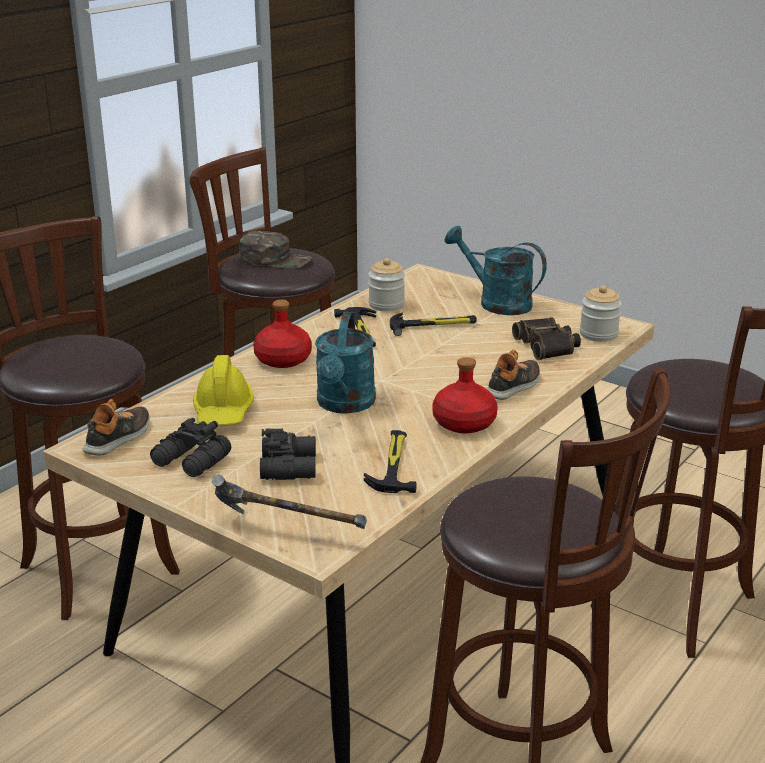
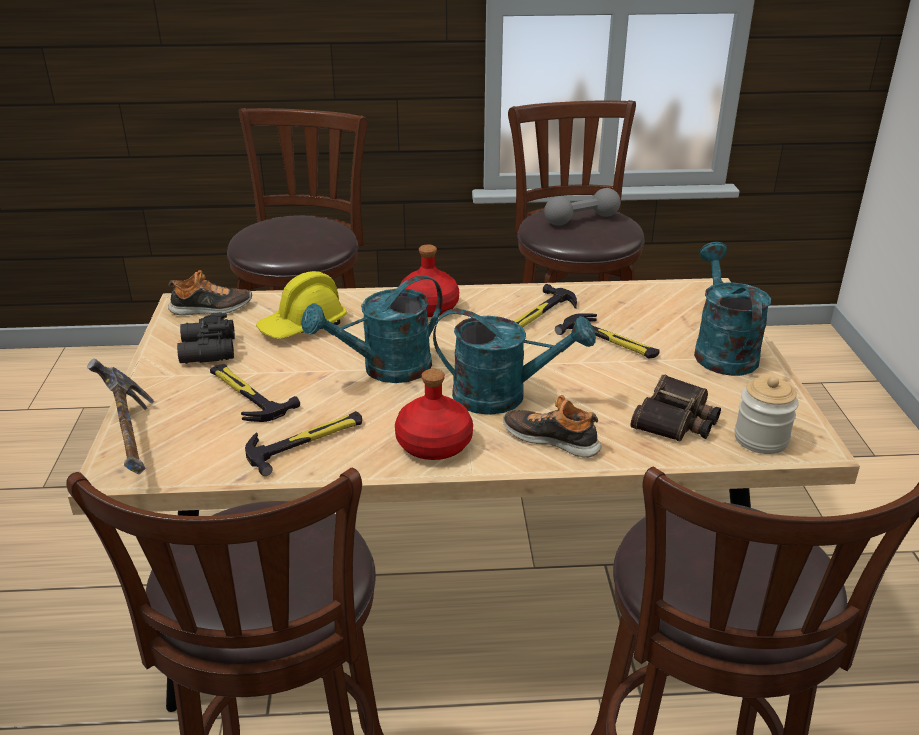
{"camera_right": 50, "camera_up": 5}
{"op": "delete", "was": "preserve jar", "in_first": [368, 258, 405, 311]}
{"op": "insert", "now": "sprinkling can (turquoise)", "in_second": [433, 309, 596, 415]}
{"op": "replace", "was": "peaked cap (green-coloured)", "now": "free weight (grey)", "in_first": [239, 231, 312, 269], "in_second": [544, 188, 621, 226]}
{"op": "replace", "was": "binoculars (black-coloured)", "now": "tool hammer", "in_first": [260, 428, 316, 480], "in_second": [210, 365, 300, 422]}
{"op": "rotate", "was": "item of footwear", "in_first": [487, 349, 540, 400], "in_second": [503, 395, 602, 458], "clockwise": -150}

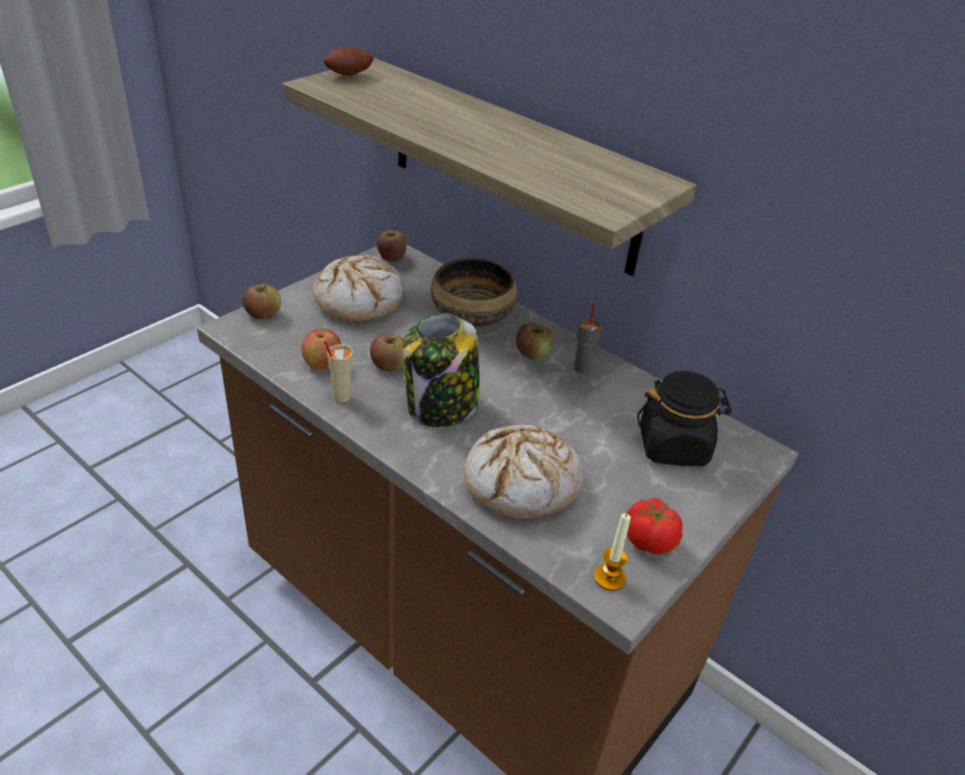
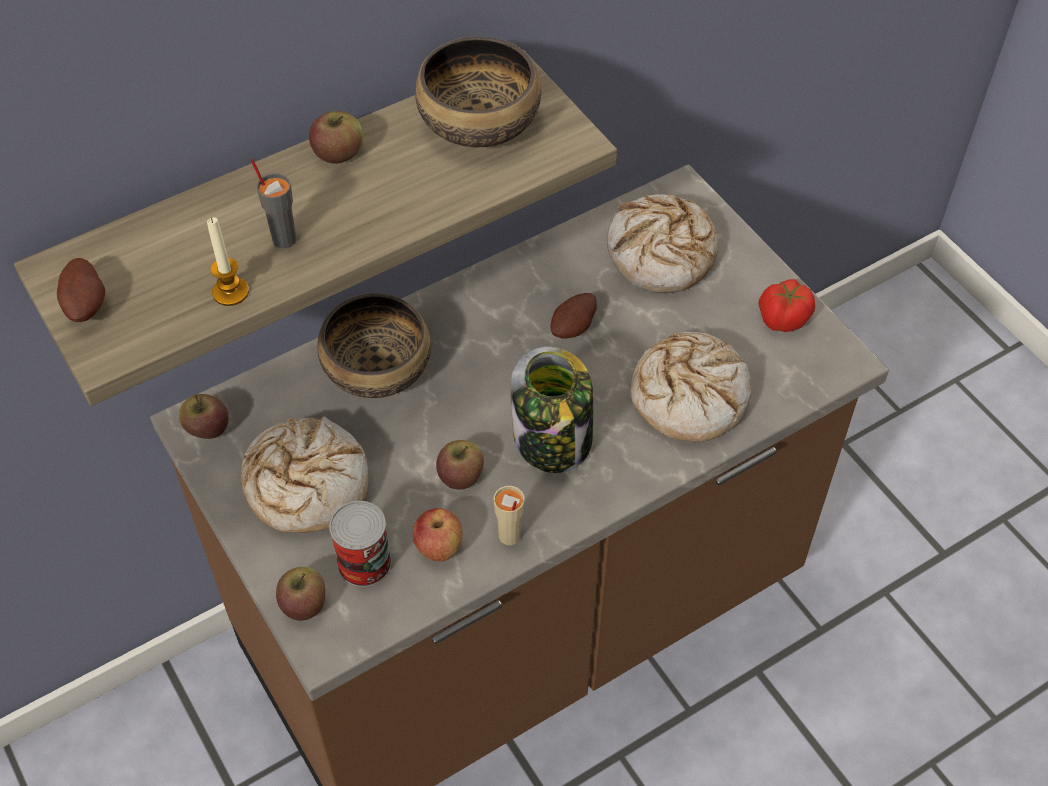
{"camera_right": -70, "camera_up": 15}
{"op": "insert", "now": "metal can", "in_second": [329, 501, 392, 587]}
{"op": "insert", "now": "serving bowl", "in_second": [415, 36, 541, 147]}
{"op": "insert", "now": "potato", "in_second": [551, 293, 597, 338]}
{"op": "move", "was": "apple fruit", "in_first": [516, 323, 553, 360], "in_second": [309, 111, 363, 164]}
{"op": "move", "was": "small cup (grey)", "in_first": [574, 303, 602, 373], "in_second": [251, 159, 296, 248]}
{"op": "move", "was": "wax candle", "in_first": [594, 513, 631, 591], "in_second": [207, 217, 249, 306]}
{"op": "replace", "was": "preserve jar (black-coloured)", "now": "baked bread", "in_first": [637, 371, 732, 466], "in_second": [607, 194, 718, 293]}

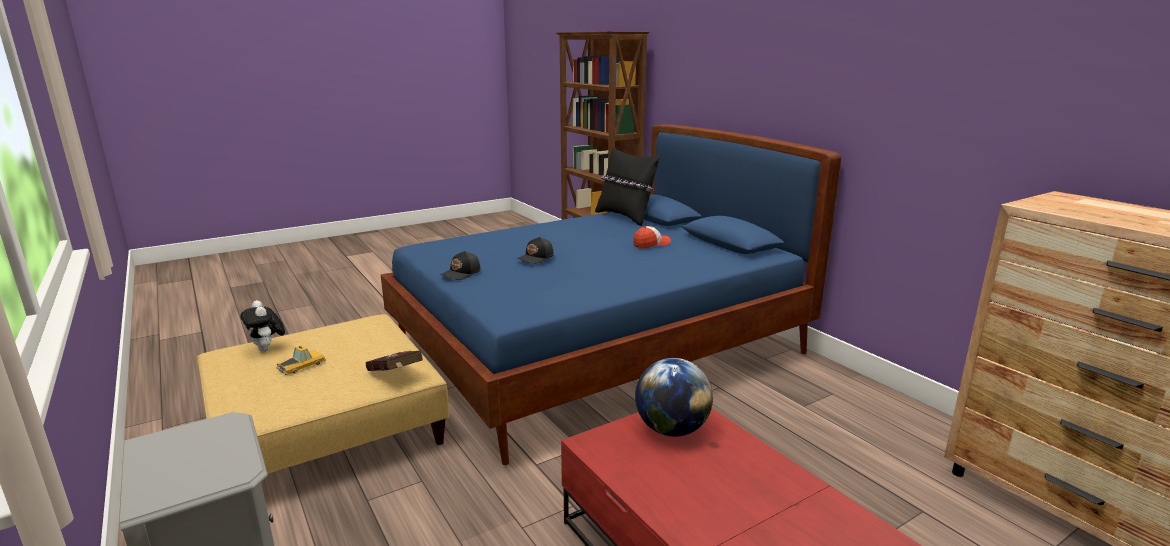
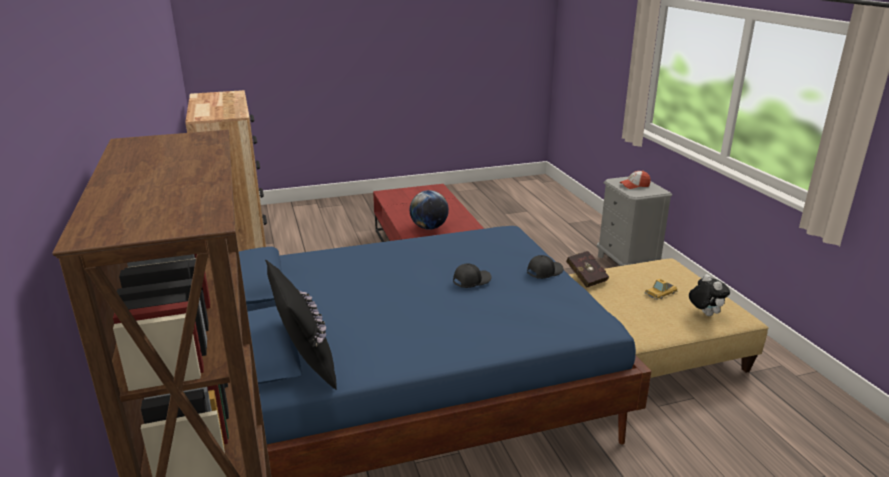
{"camera_right": -165, "camera_up": 5}
{"op": "move", "was": "peaked cap", "in_first": [633, 226, 671, 249], "in_second": [620, 171, 651, 189]}

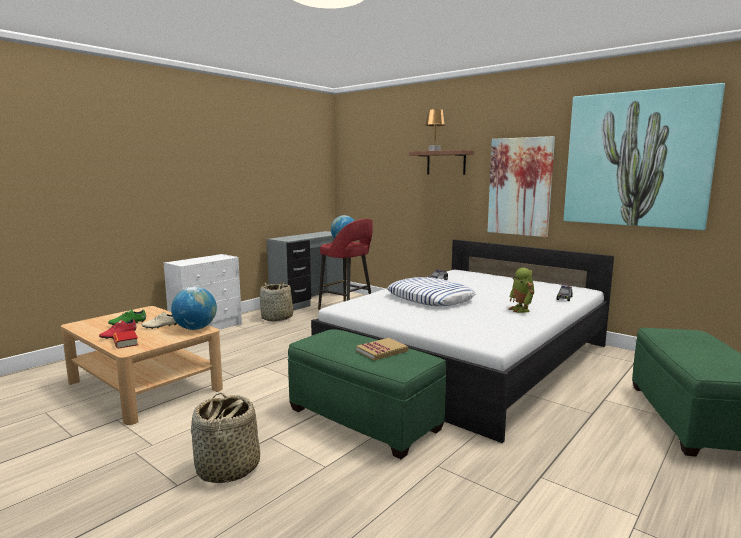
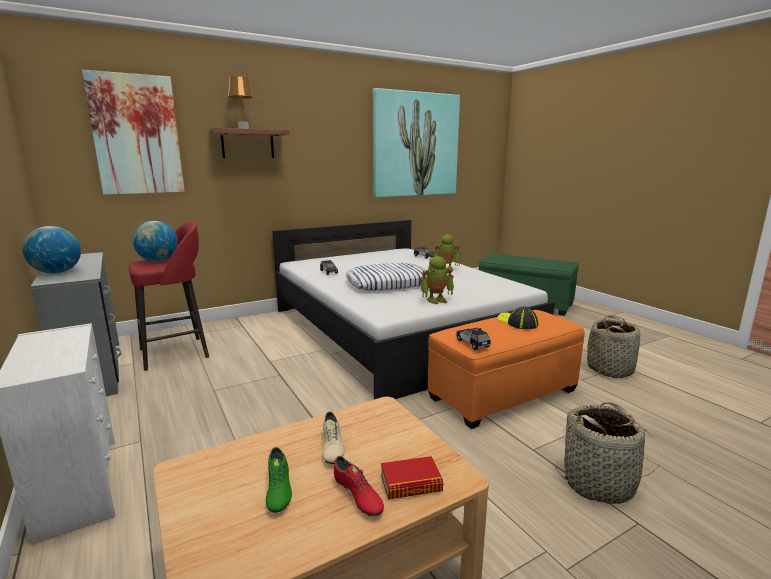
{"camera_right": -70, "camera_up": 5}
{"op": "insert", "now": "model robot", "in_second": [420, 256, 454, 304]}
{"op": "insert", "now": "model car", "in_second": [456, 328, 491, 350]}
{"op": "move", "was": "world globe", "in_first": [171, 287, 217, 330], "in_second": [22, 226, 81, 274]}
{"op": "move", "was": "basket", "in_first": [260, 281, 293, 321], "in_second": [587, 315, 640, 378]}
{"op": "move", "was": "picture", "in_first": [487, 136, 555, 237], "in_second": [82, 70, 185, 195]}
{"op": "replace", "was": "bound book", "now": "peaked cap", "in_first": [356, 338, 408, 360], "in_second": [498, 307, 538, 329]}
{"op": "recolor", "was": "ottoman (green-coloured)", "now": "ottoman (orangey)", "in_first": [288, 329, 446, 459], "in_second": [428, 310, 585, 429]}

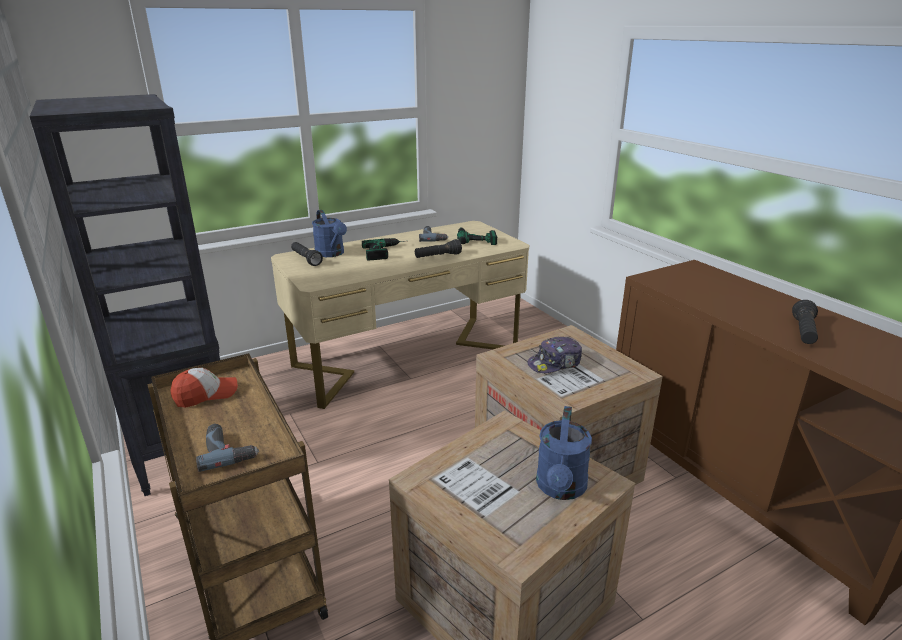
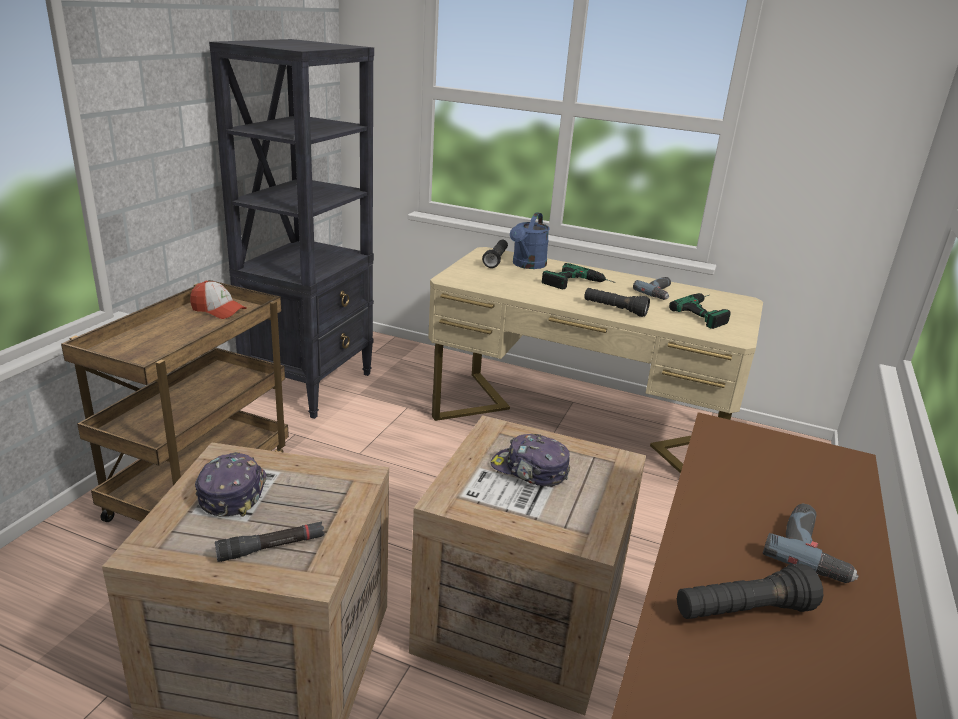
{"camera_right": 50, "camera_up": 0}
{"op": "insert", "now": "peaked cap", "in_second": [195, 452, 266, 517]}
{"op": "move", "was": "drill", "in_first": [196, 424, 259, 472], "in_second": [762, 504, 858, 583]}
{"op": "replace", "was": "sprinkling can (blue-coloured)", "now": "flashlight (black-coloured)", "in_first": [536, 406, 592, 500], "in_second": [215, 522, 325, 562]}

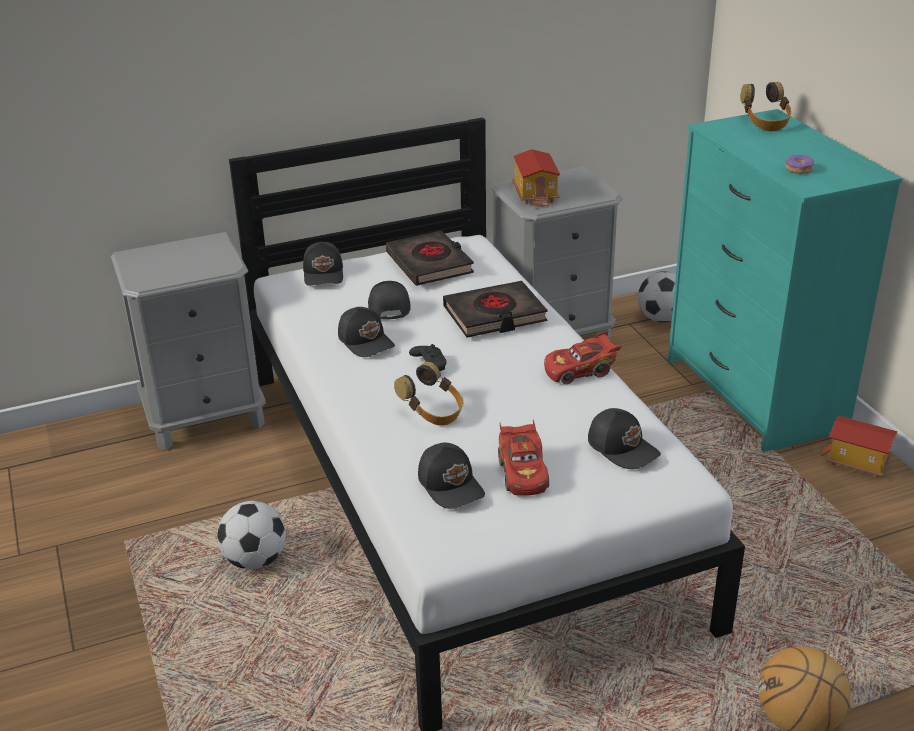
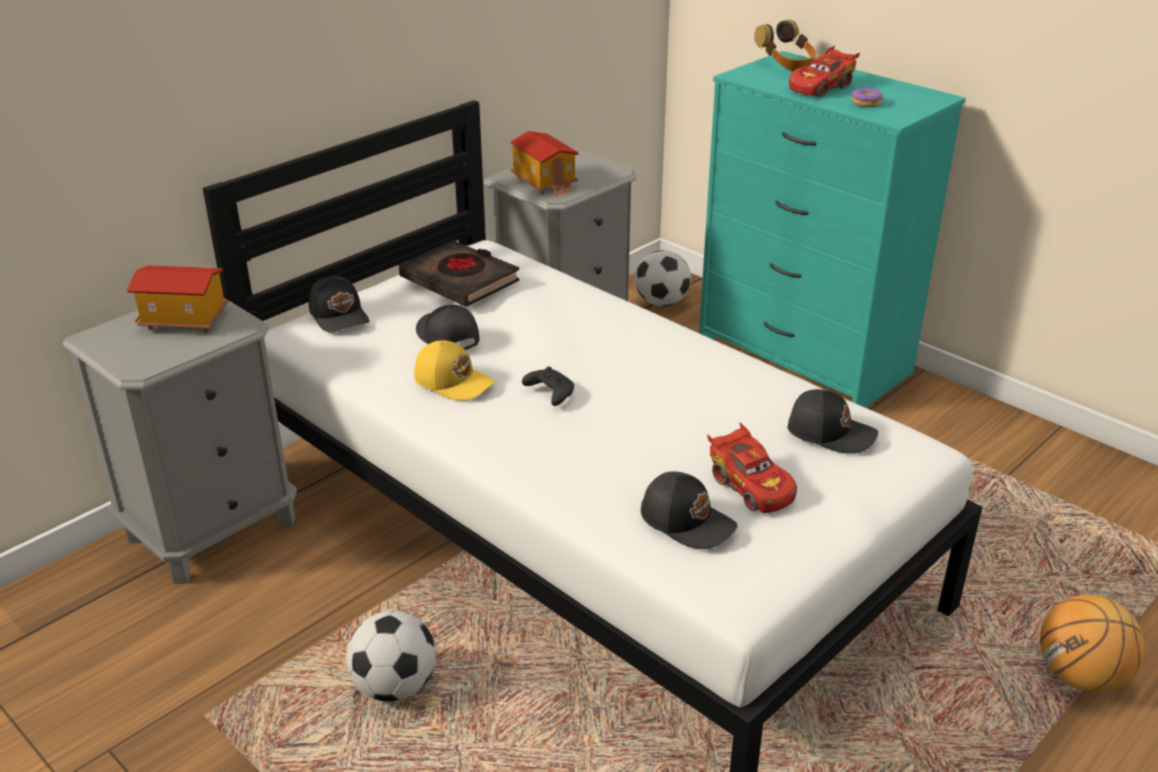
{"camera_right": -25, "camera_up": 0}
{"op": "delete", "was": "headphones", "in_first": [394, 362, 463, 426]}
{"op": "delete", "was": "bound book (black-coloured)", "in_first": [443, 281, 547, 338]}
{"op": "move", "was": "model car (reddish)", "in_first": [544, 331, 622, 384], "in_second": [789, 46, 860, 97]}
{"op": "move", "was": "miniature house", "in_first": [821, 416, 897, 477], "in_second": [127, 265, 229, 333]}
{"op": "recolor", "was": "peaked cap (black-coloured)", "now": "peaked cap (yellow-coloured)", "in_first": [338, 307, 395, 357], "in_second": [414, 341, 495, 401]}

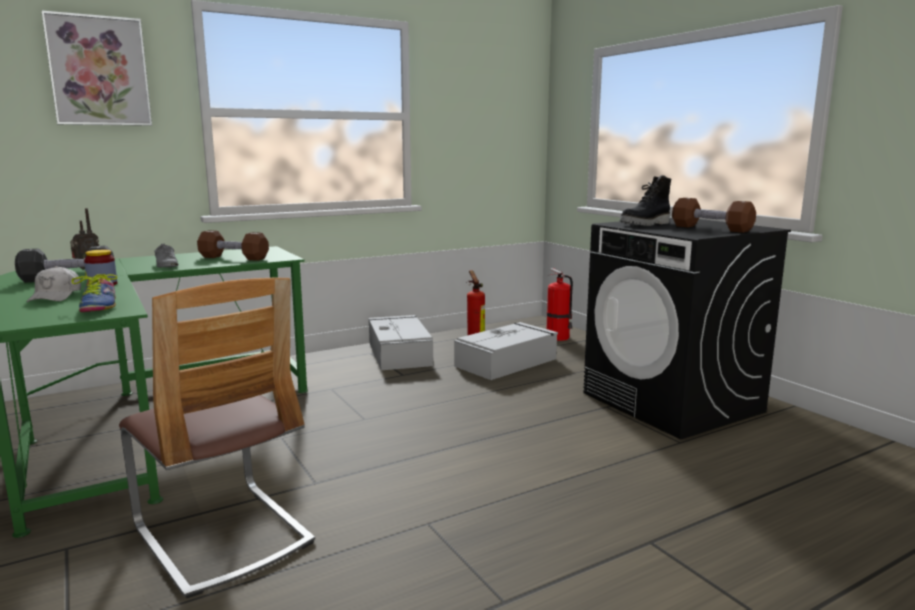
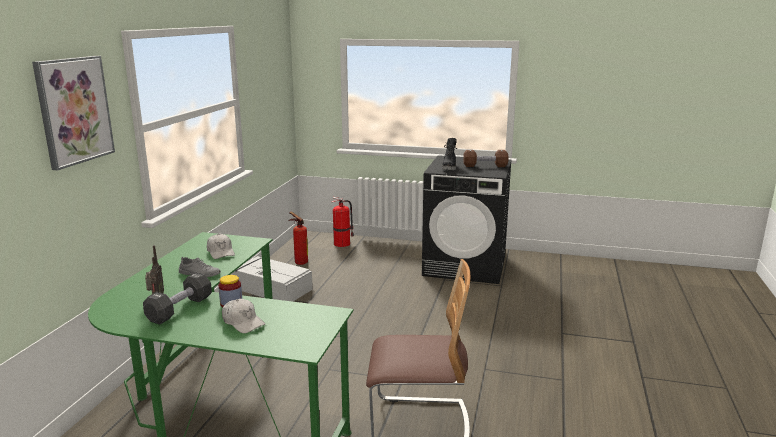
{"camera_right": -45, "camera_up": 5}
{"op": "delete", "was": "item of footwear", "in_first": [72, 271, 117, 312]}
{"op": "delete", "was": "storage box (grey)", "in_first": [454, 322, 558, 380]}
{"op": "replace", "was": "free weight (brown)", "now": "peaked cap (white-coloured)", "in_first": [197, 230, 269, 261], "in_second": [207, 234, 235, 259]}

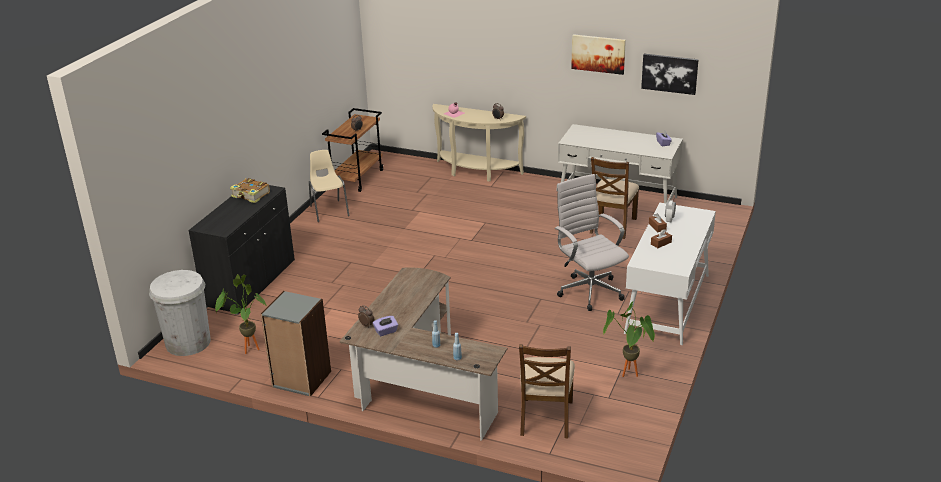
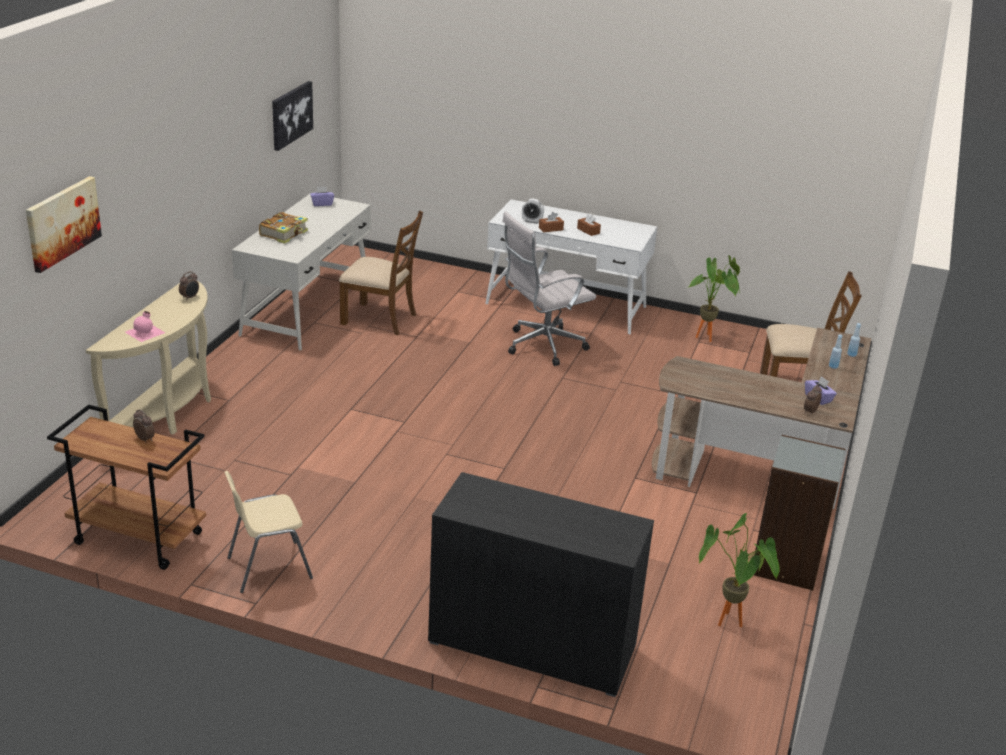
{"camera_right": -95, "camera_up": 0}
{"op": "delete", "was": "rubbish bin (white-coloured)", "in_first": [149, 270, 211, 356]}
{"op": "move", "was": "bound book", "in_first": [230, 178, 270, 203], "in_second": [259, 212, 308, 244]}
{"op": "move", "was": "picture", "in_first": [571, 34, 626, 75], "in_second": [26, 176, 102, 273]}

